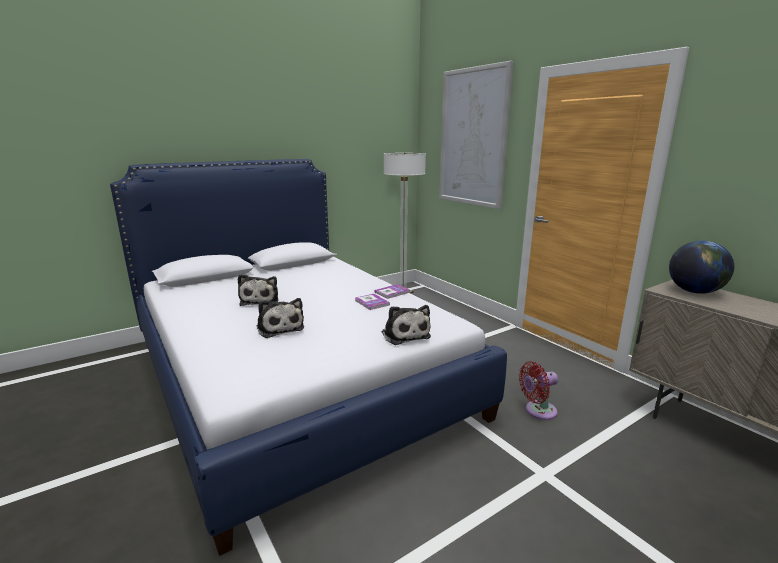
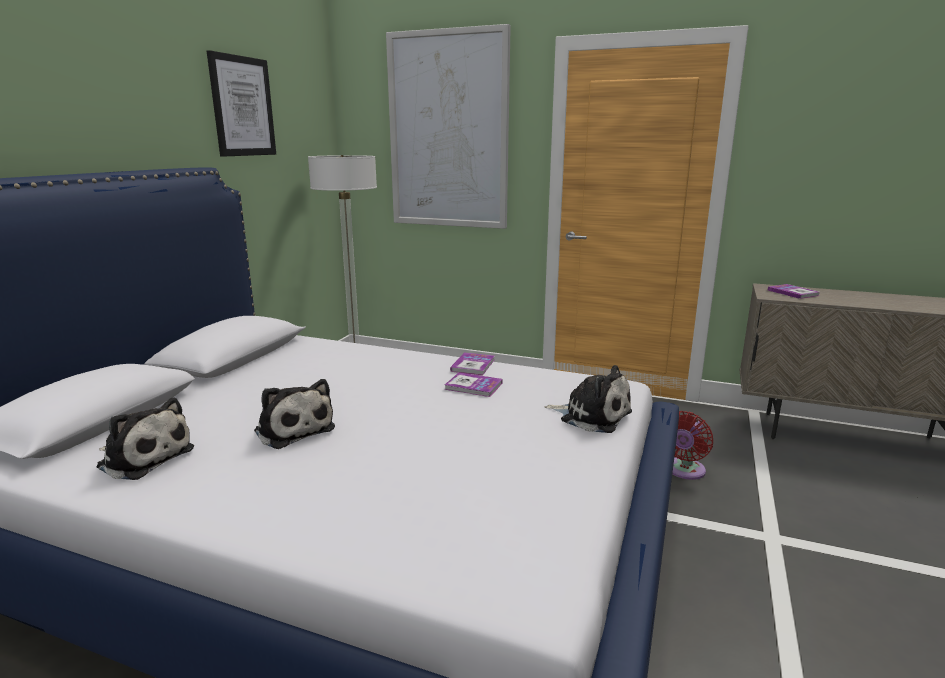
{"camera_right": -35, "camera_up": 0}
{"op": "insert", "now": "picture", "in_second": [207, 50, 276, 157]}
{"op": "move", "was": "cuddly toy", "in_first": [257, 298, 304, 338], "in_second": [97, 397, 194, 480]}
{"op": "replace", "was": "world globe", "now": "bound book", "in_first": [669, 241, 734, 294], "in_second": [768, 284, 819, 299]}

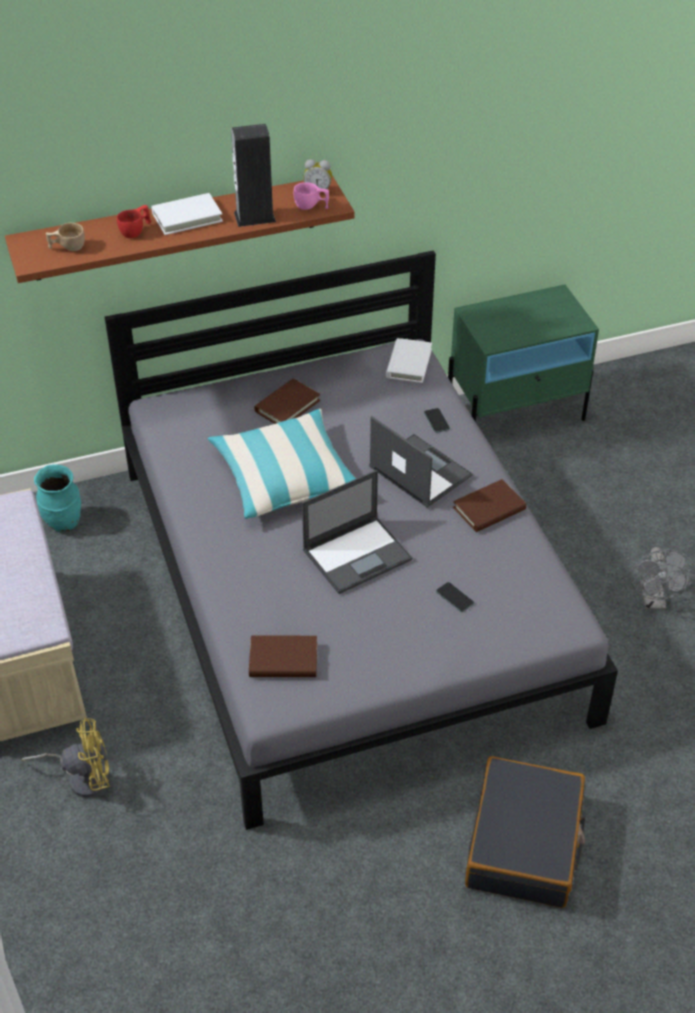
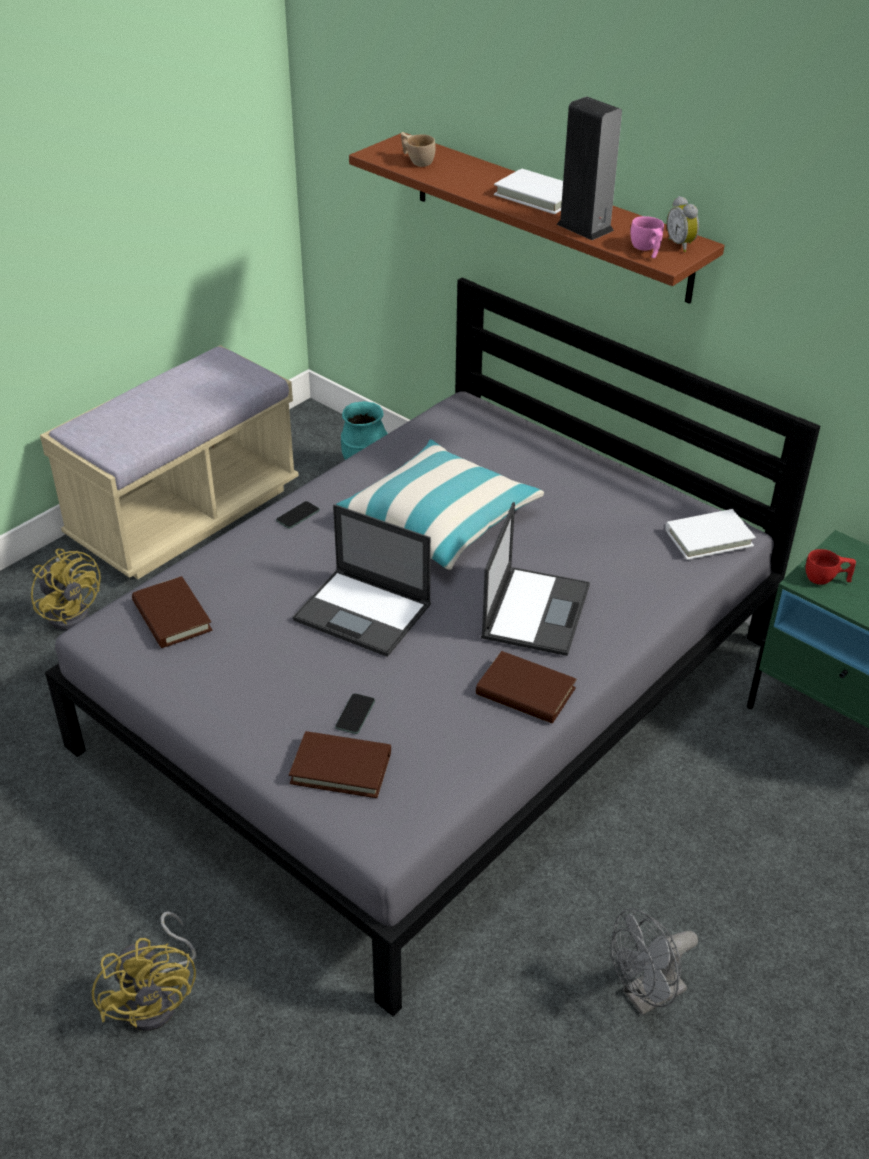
{"camera_right": 60, "camera_up": -5}
{"op": "move", "was": "small cup (reddish)", "in_first": [117, 205, 151, 238], "in_second": [806, 549, 856, 585]}
{"op": "move", "was": "bound book (brown)", "in_first": [254, 379, 320, 424], "in_second": [289, 731, 391, 798]}
{"op": "move", "was": "telephone", "in_first": [424, 408, 450, 433], "in_second": [276, 501, 320, 529]}
{"op": "replace", "was": "suitcase (black-coloured)", "now": "electric fan (yellow-coloured)", "in_first": [465, 756, 585, 908], "in_second": [92, 911, 196, 1031]}

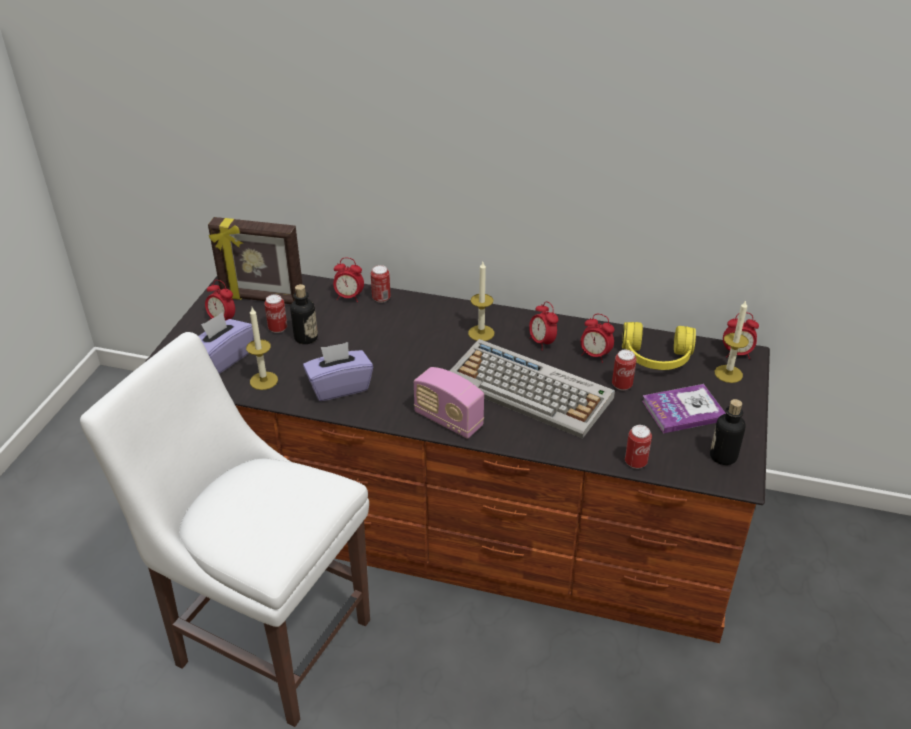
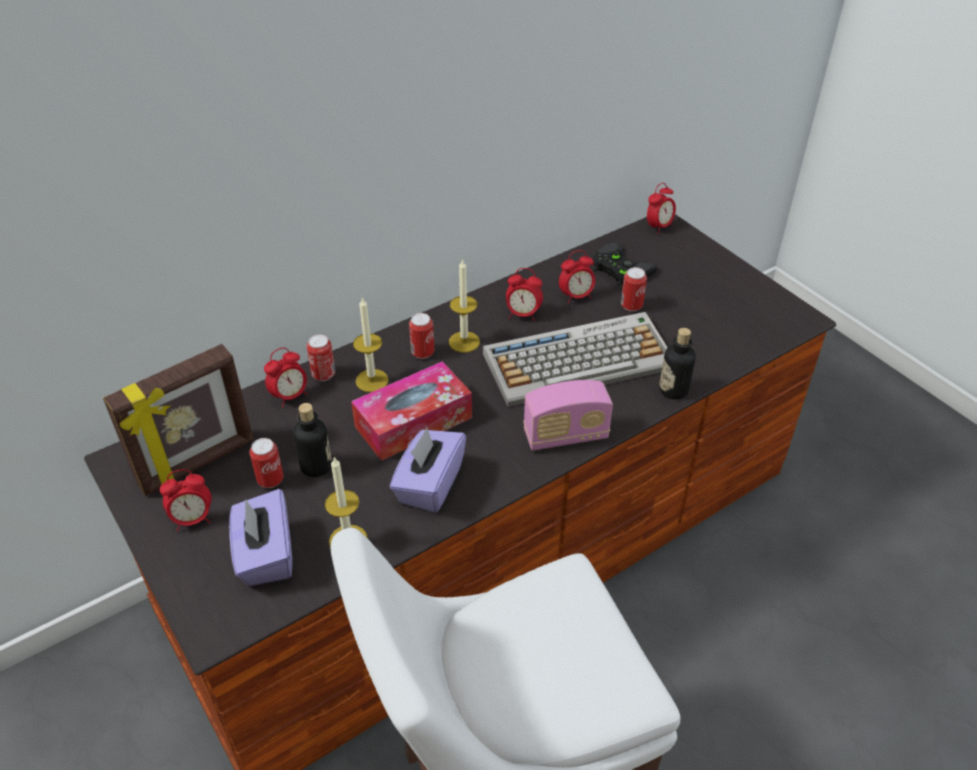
{"camera_right": -50, "camera_up": 5}
{"op": "delete", "was": "bound book", "in_first": [642, 384, 726, 433]}
{"op": "insert", "now": "box of tissues", "in_second": [351, 361, 472, 461]}
{"op": "move", "was": "metal can", "in_first": [625, 425, 652, 469], "in_second": [409, 313, 434, 359]}
{"op": "move", "was": "drink bottle", "in_first": [710, 399, 746, 465], "in_second": [659, 328, 696, 399]}
{"op": "move", "was": "wax candle", "in_first": [715, 300, 749, 383], "in_second": [353, 297, 389, 392]}
{"op": "replace", "was": "headphones (yellow-coloured)", "now": "joypad (black-coloured)", "in_first": [622, 322, 696, 370], "in_second": [593, 242, 658, 286]}

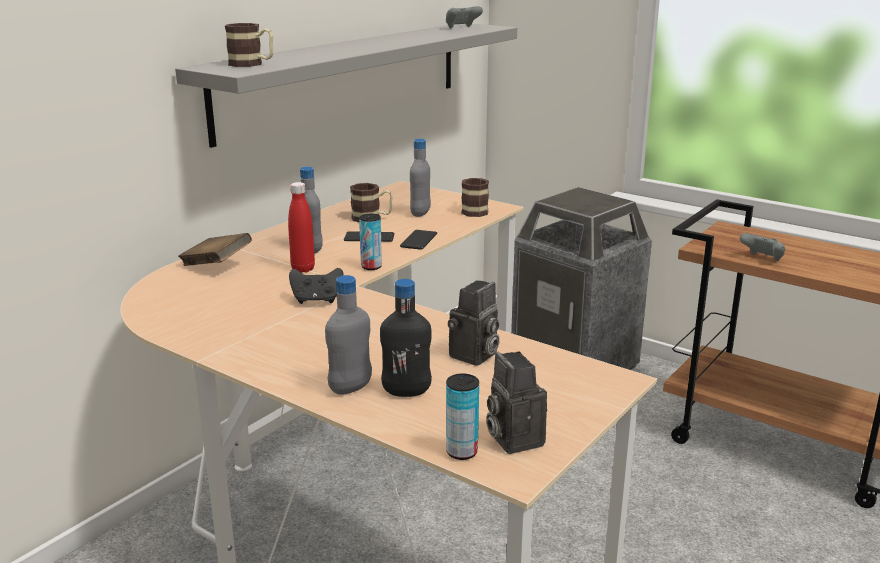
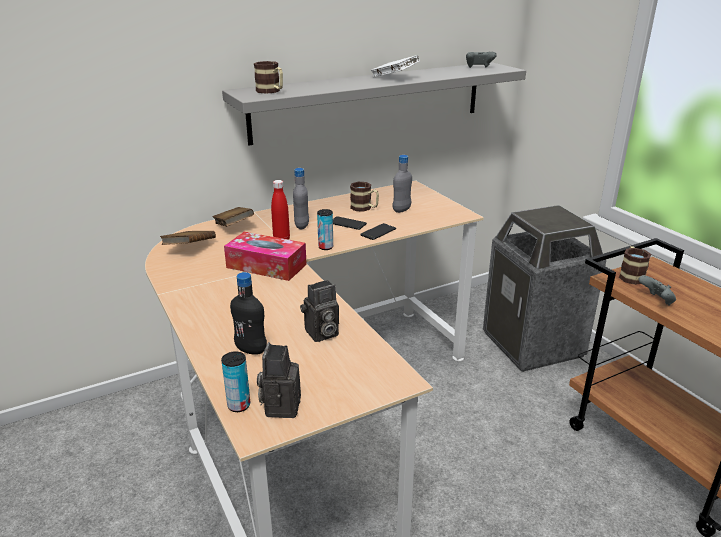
{"camera_right": 25, "camera_up": 5}
{"op": "delete", "was": "drink bottle (grey)", "in_first": [325, 275, 372, 395]}
{"op": "insert", "now": "bound book (brown)", "in_second": [160, 231, 216, 245]}
{"op": "insert", "now": "bound book (white-coloured)", "in_second": [371, 55, 420, 77]}
{"op": "move", "was": "mug", "in_first": [461, 178, 489, 217], "in_second": [619, 246, 651, 285]}
{"op": "replace", "was": "joypad (black-coloured)", "now": "box of tissues", "in_first": [289, 268, 344, 304], "in_second": [224, 232, 307, 281]}

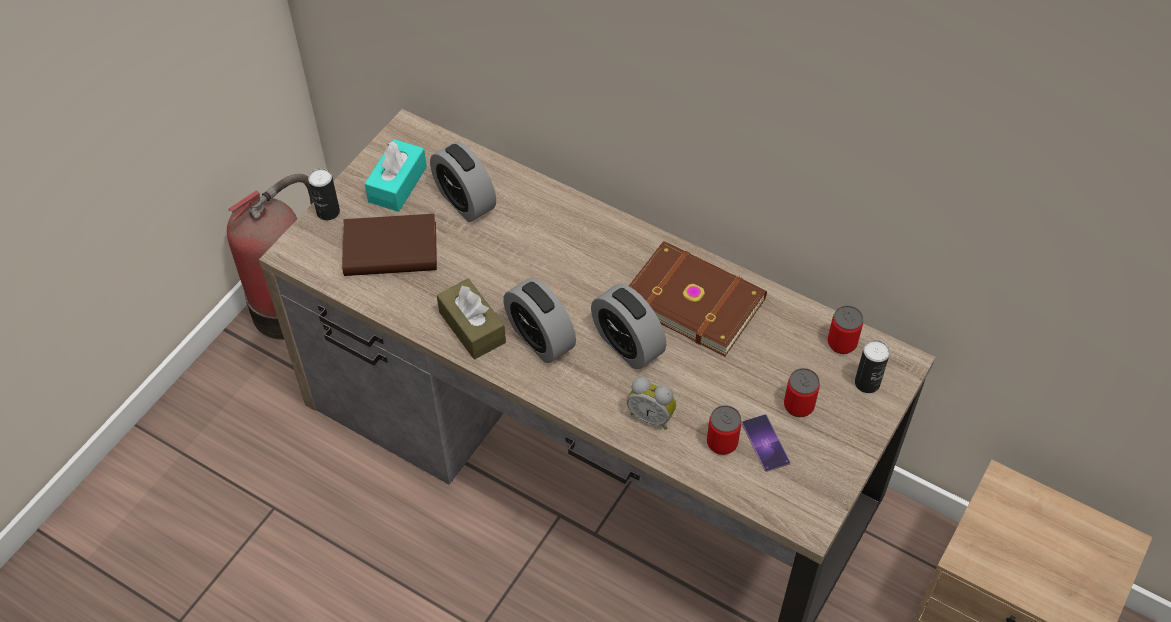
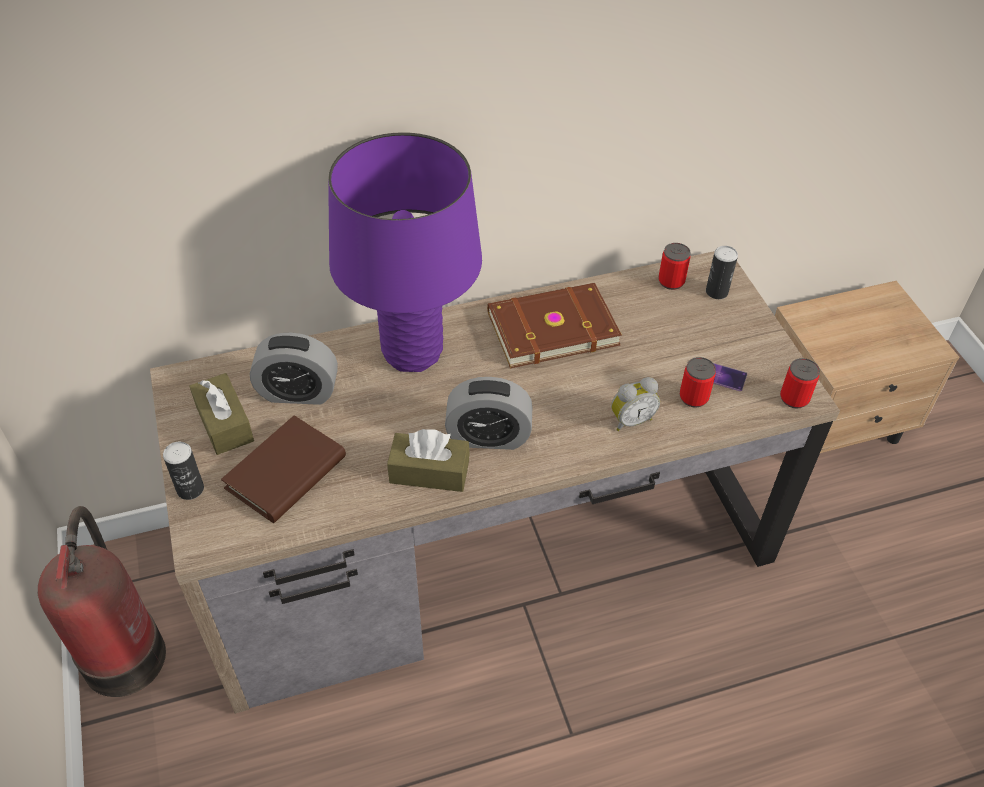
{"camera_right": -50, "camera_up": -5}
{"op": "delete", "was": "bedside clock", "in_first": [591, 284, 666, 369]}
{"op": "insert", "now": "table lamp (purplish)", "in_second": [328, 132, 482, 372]}
{"op": "move", "was": "metal can", "in_first": [784, 368, 820, 417], "in_second": [780, 358, 820, 408]}
{"op": "recolor", "was": "box of tissues (turquoise)", "now": "box of tissues (brown)", "in_first": [365, 139, 427, 212], "in_second": [189, 373, 254, 455]}

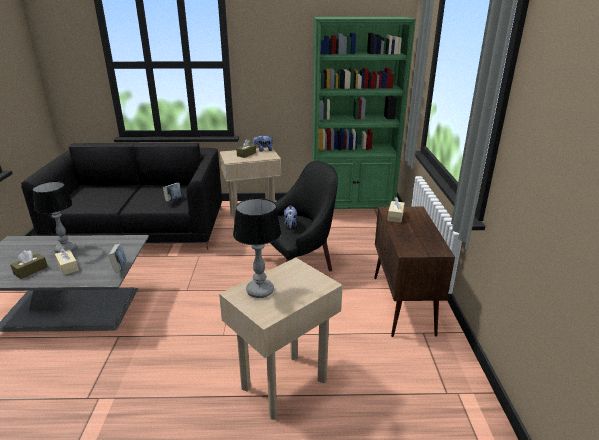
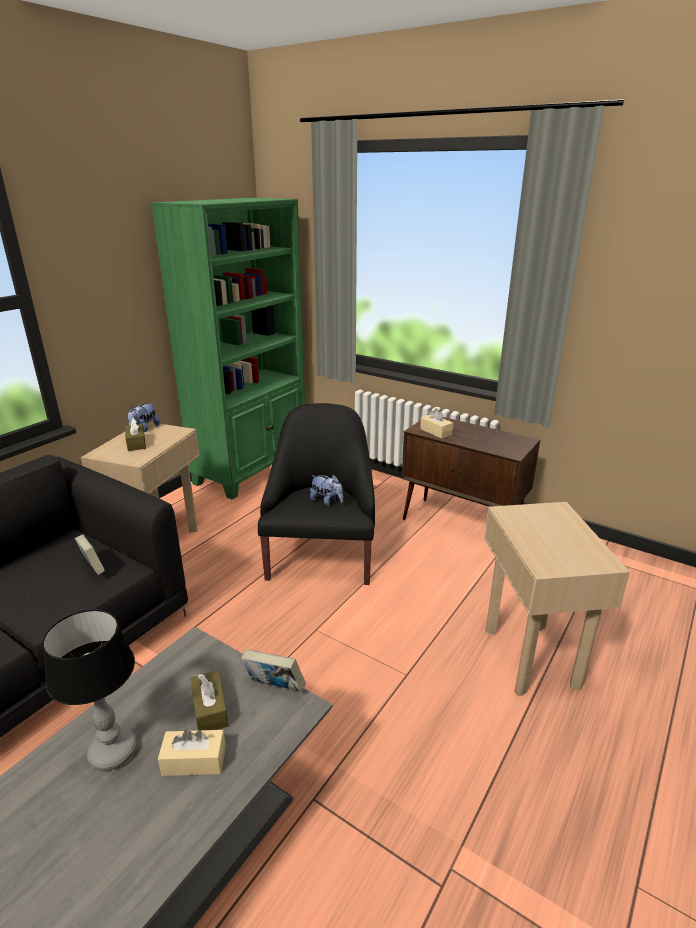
{"camera_right": -55, "camera_up": 0}
{"op": "delete", "was": "table lamp", "in_first": [233, 198, 282, 298]}
{"op": "move", "was": "box of tissues (brown)", "in_first": [10, 250, 48, 279], "in_second": [191, 670, 228, 730]}

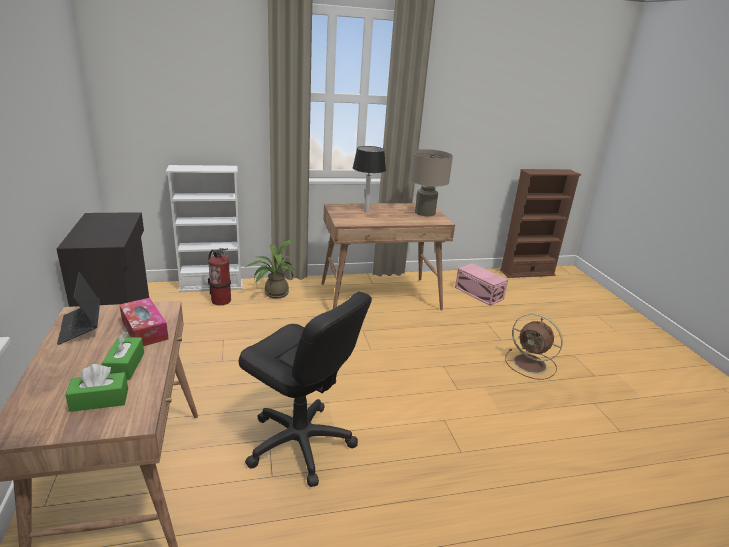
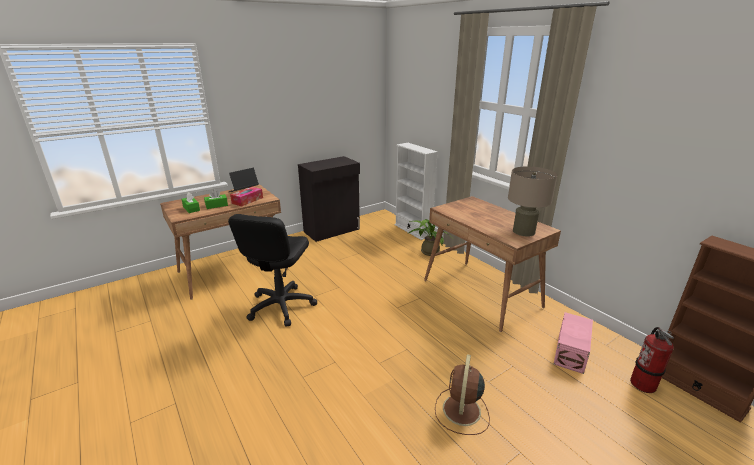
{"camera_right": 70, "camera_up": 0}
{"op": "delete", "was": "table lamp", "in_first": [353, 146, 386, 212]}
{"op": "move", "was": "extinguisher", "in_first": [208, 248, 231, 305], "in_second": [630, 327, 674, 393]}

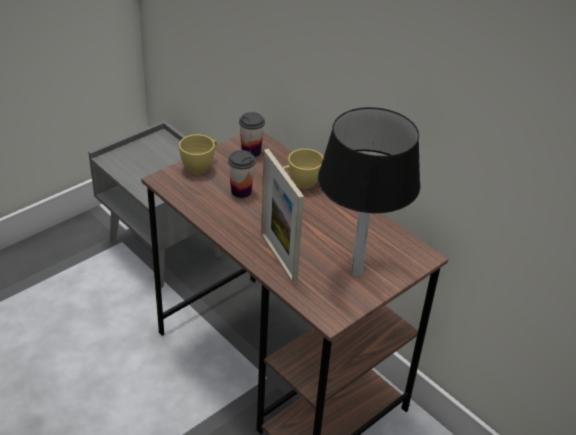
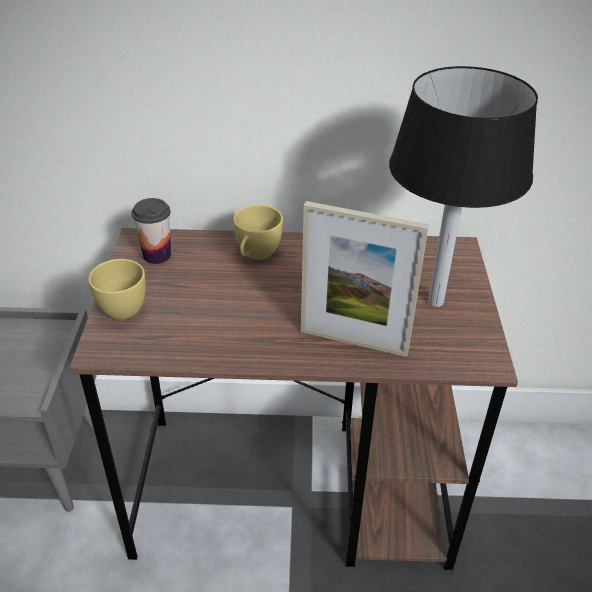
{"camera_right": -45, "camera_up": 0}
{"op": "delete", "was": "small cup", "in_first": [228, 150, 256, 198]}

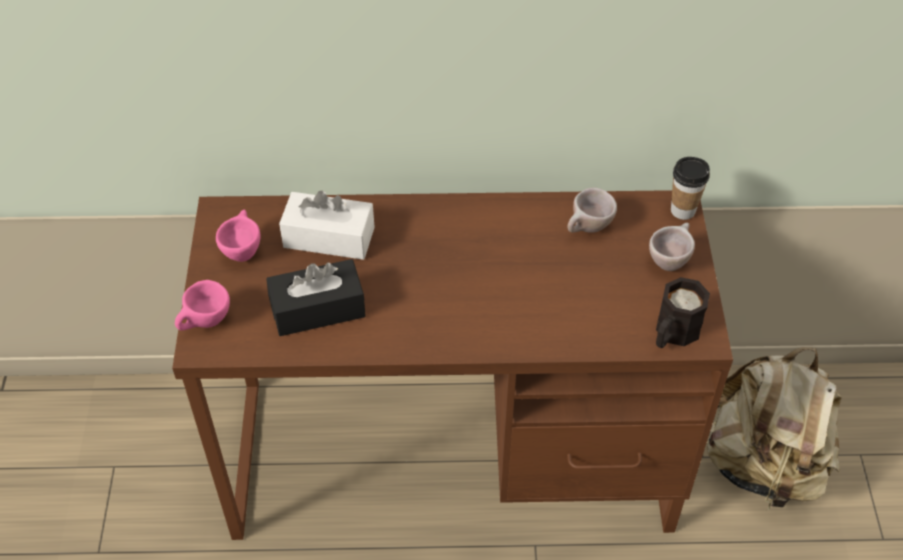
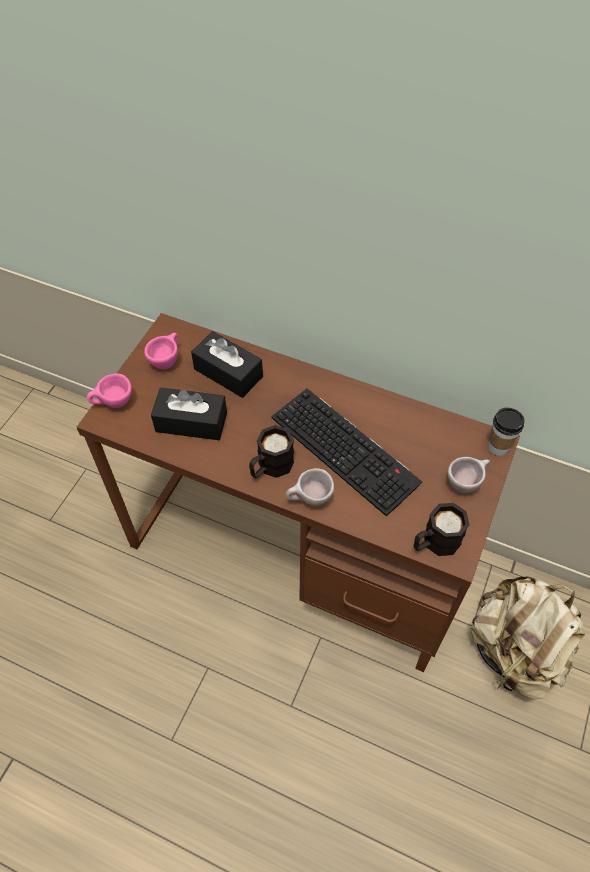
{"camera_right": 25, "camera_up": 5}
{"op": "insert", "now": "mug (black-coloured)", "in_second": [249, 425, 294, 478]}
{"op": "insert", "now": "keyboard", "in_second": [271, 388, 422, 517]}
{"op": "move", "was": "small cup (beige-coloured)", "in_first": [567, 188, 617, 233], "in_second": [285, 468, 334, 506]}
{"op": "recolor", "was": "box of tissues (white-coloured)", "now": "box of tissues (black-coloured)", "in_first": [279, 190, 375, 260], "in_second": [191, 331, 263, 398]}

